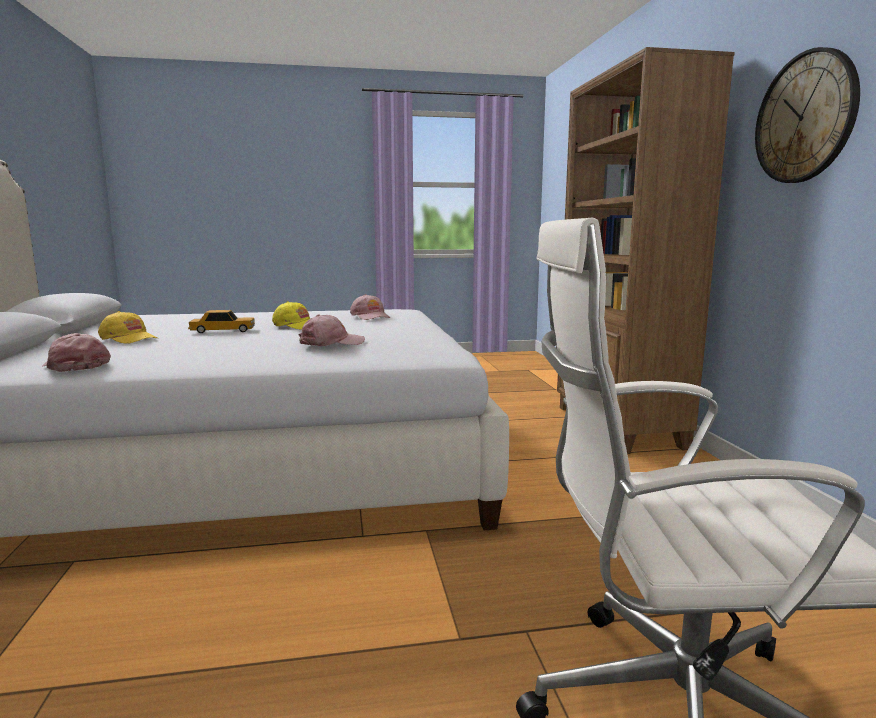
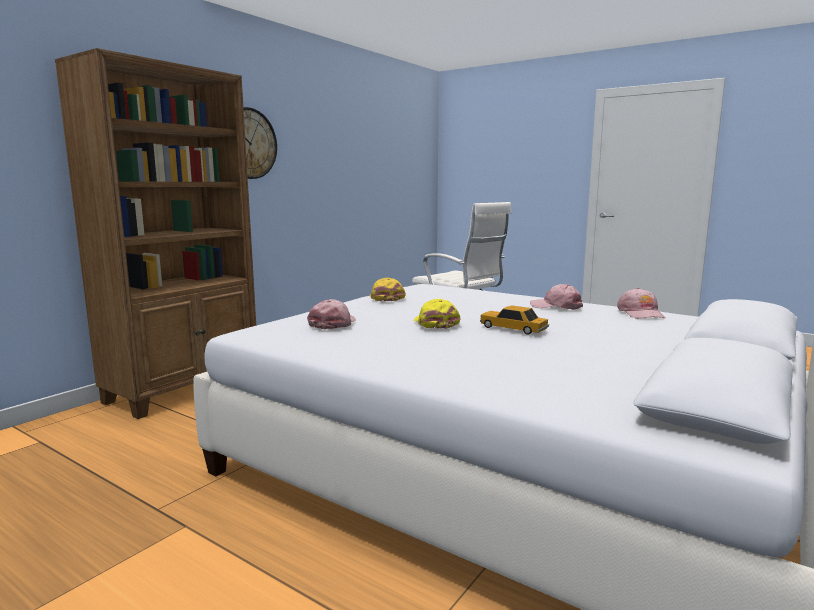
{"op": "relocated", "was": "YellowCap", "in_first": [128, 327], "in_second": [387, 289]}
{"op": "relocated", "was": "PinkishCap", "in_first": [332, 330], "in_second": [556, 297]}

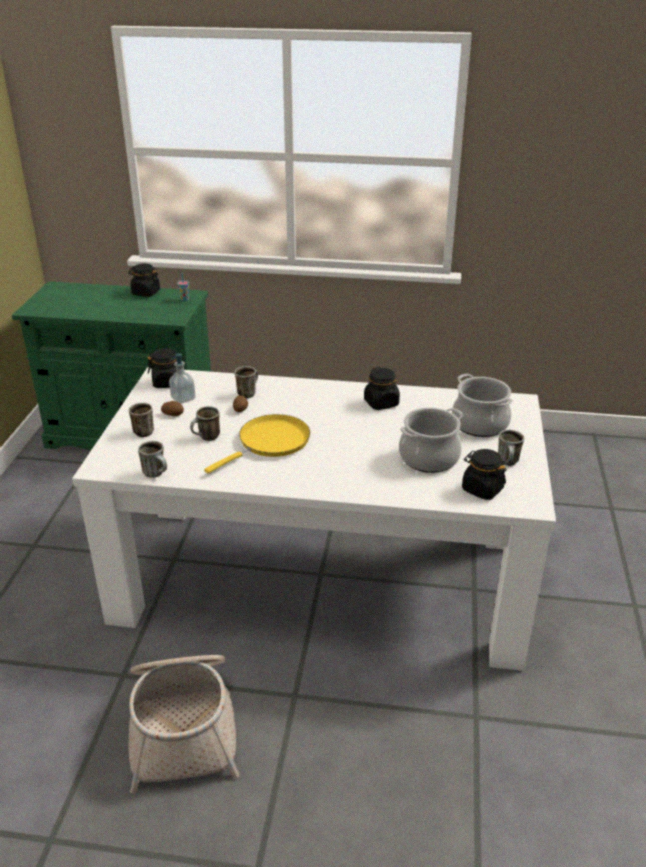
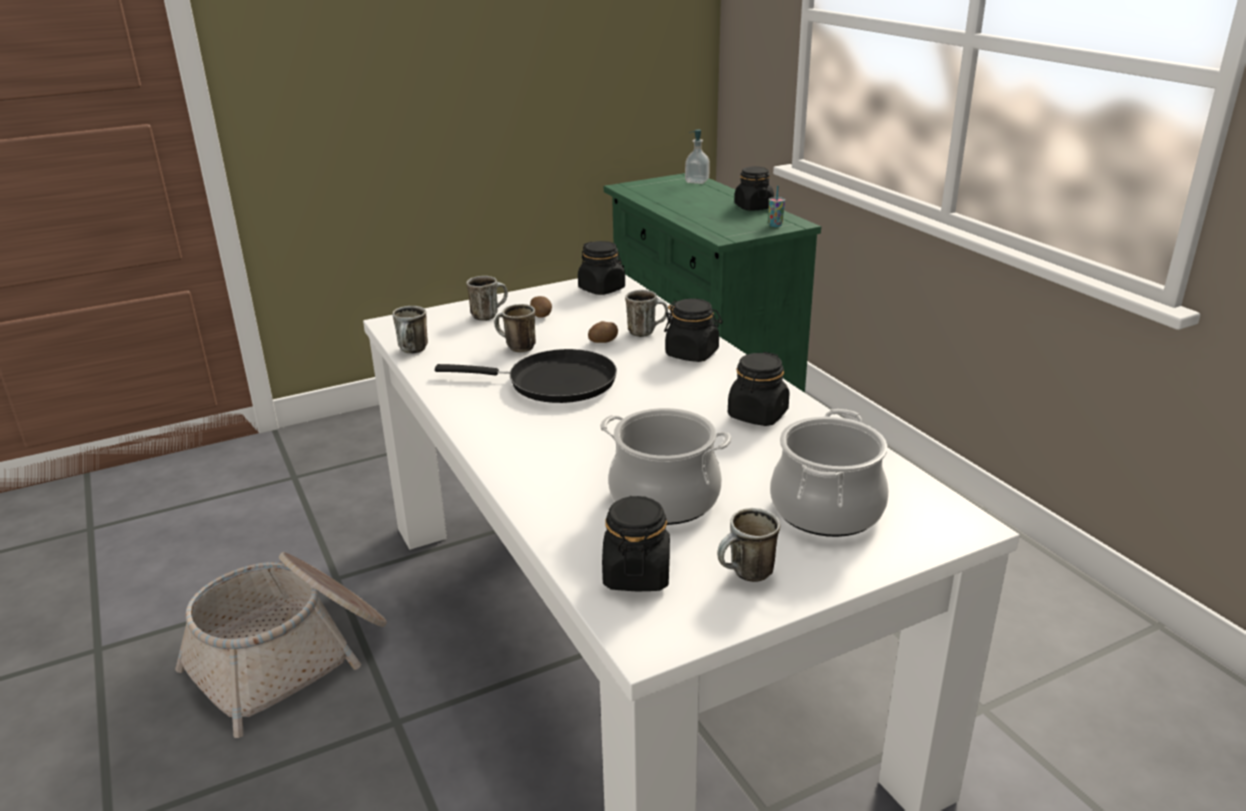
{"op": "relocated", "was": "SoapDispenser", "in_first": [182, 378], "in_second": [697, 157]}
{"op": "colour", "was": "YellowFryingPan", "now": "BlackColouredFryingPan", "in_first": [257, 444], "in_second": [526, 376]}
{"op": "appeared", "now": "BlackColouredStorageJar", "in_second": [693, 330]}

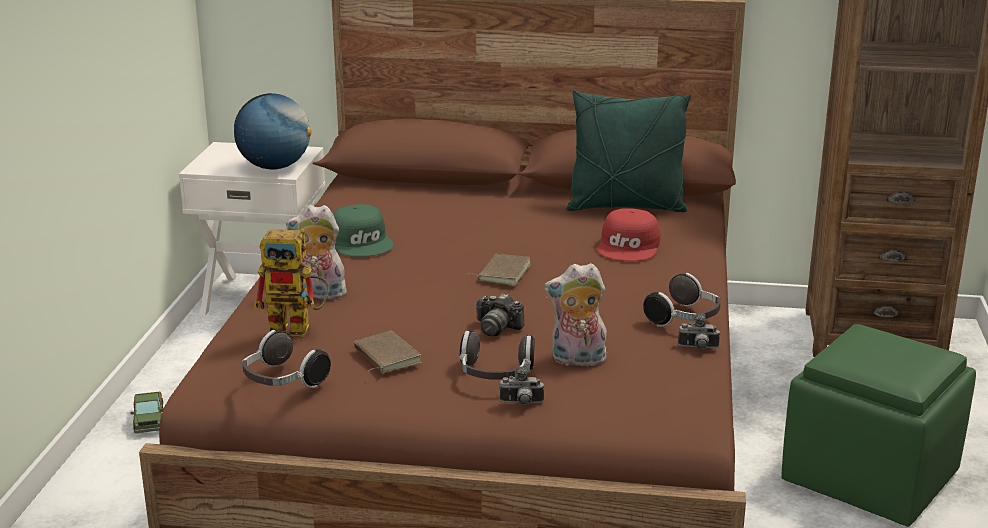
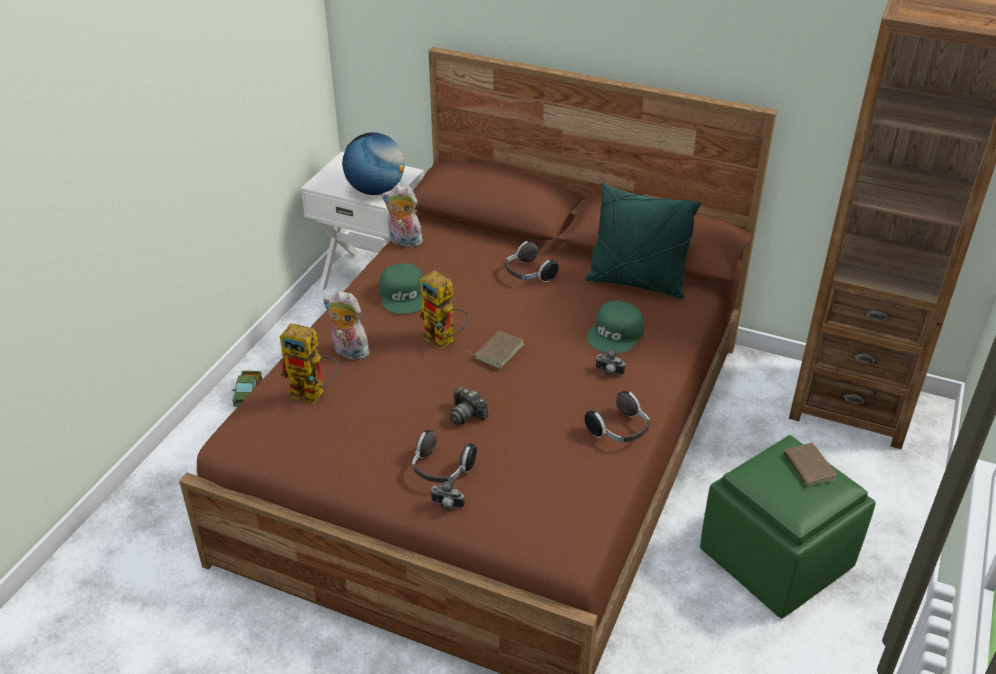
{"op": "relocated", "was": "PairOfHeadphones", "in_first": [286, 359], "in_second": [532, 261]}
{"op": "relocated", "was": "BrownBook", "in_first": [388, 352], "in_second": [810, 464]}
{"op": "relocated", "was": "CuddlyToy", "in_first": [575, 314], "in_second": [402, 216]}
{"op": "colour", "was": "ReddishCap", "now": "GreenishCap", "in_first": [629, 234], "in_second": [615, 327]}
{"op": "relocated", "was": "StillCamera", "in_first": [699, 331], "in_second": [610, 362]}
{"op": "appeared", "now": "ToyRobot", "in_second": [444, 309]}

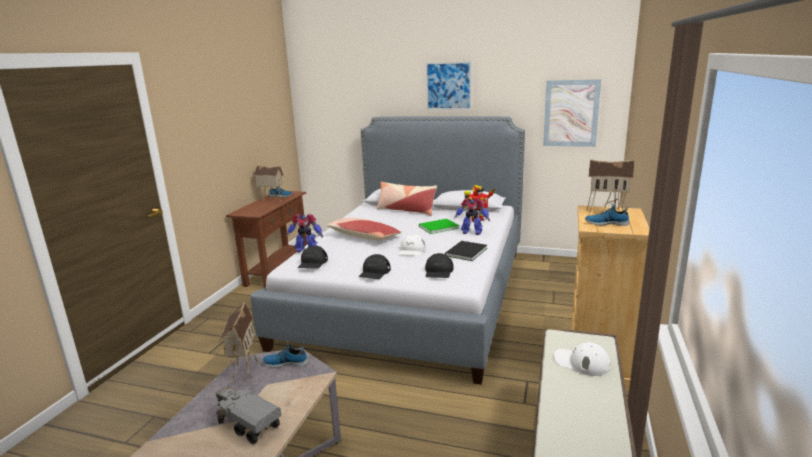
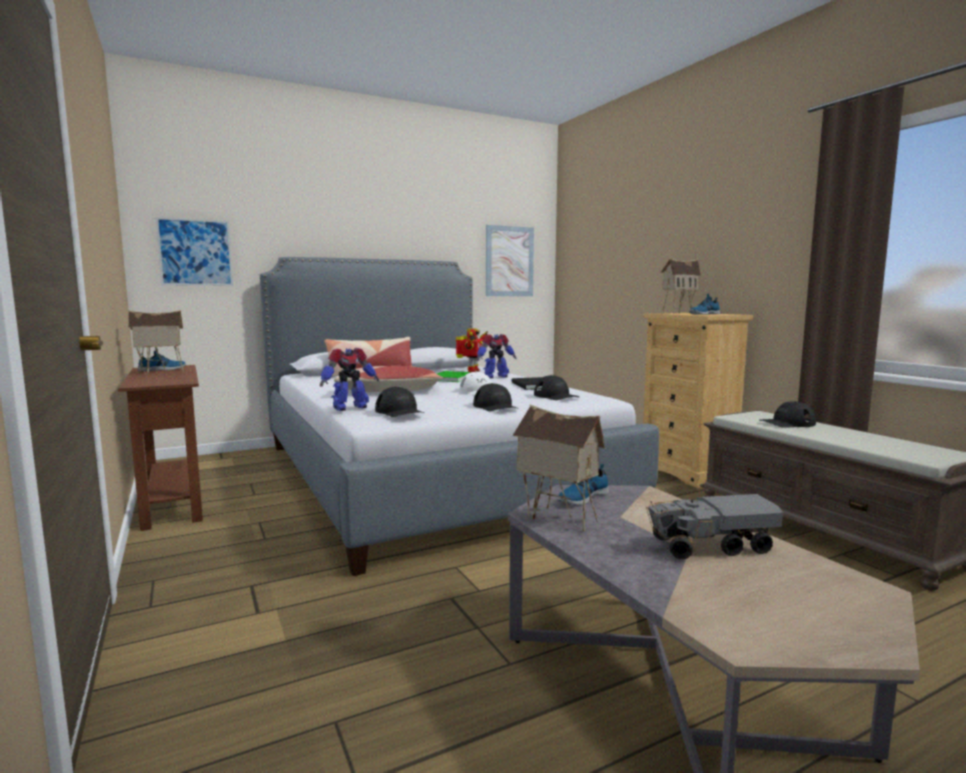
{"op": "relocated", "was": "WallArt", "in_first": [449, 85], "in_second": [194, 251]}
{"op": "colour", "was": "WhiteColouredCap", "now": "BlackColouredCap", "in_first": [582, 359], "in_second": [788, 414]}

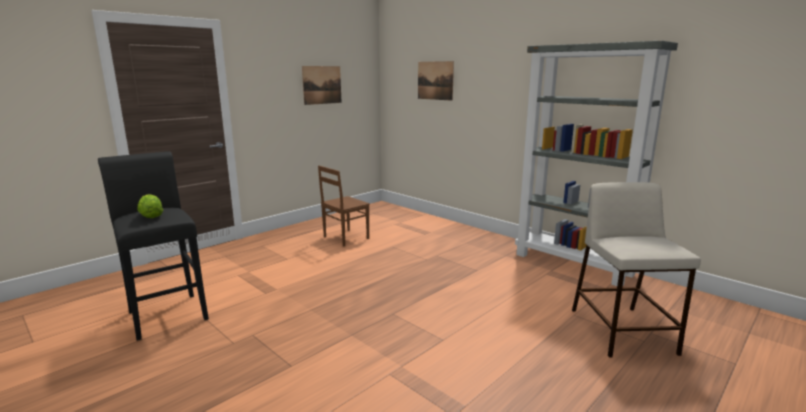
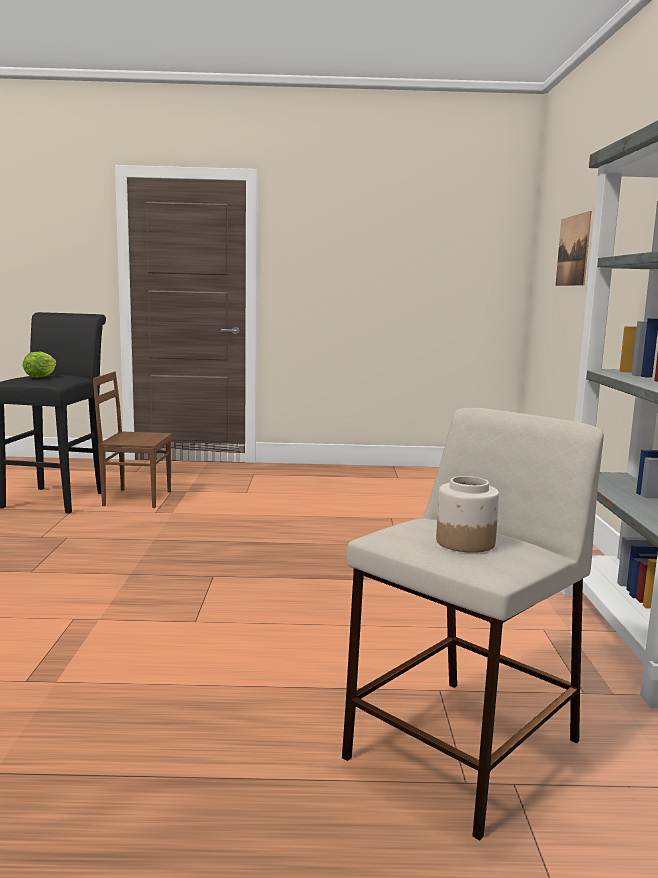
{"op": "missing", "was": "WallArt", "in_first": [322, 85]}
{"op": "relocated", "was": "BrownPlainChair", "in_first": [344, 206], "in_second": [132, 439]}
{"op": "appeared", "now": "StorageJar", "in_second": [467, 514]}

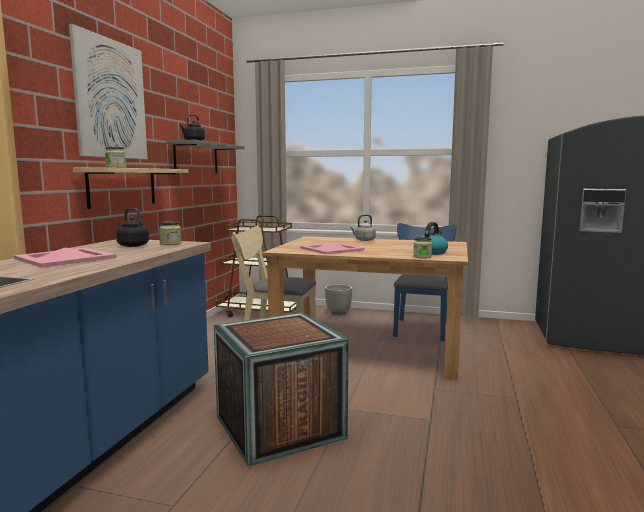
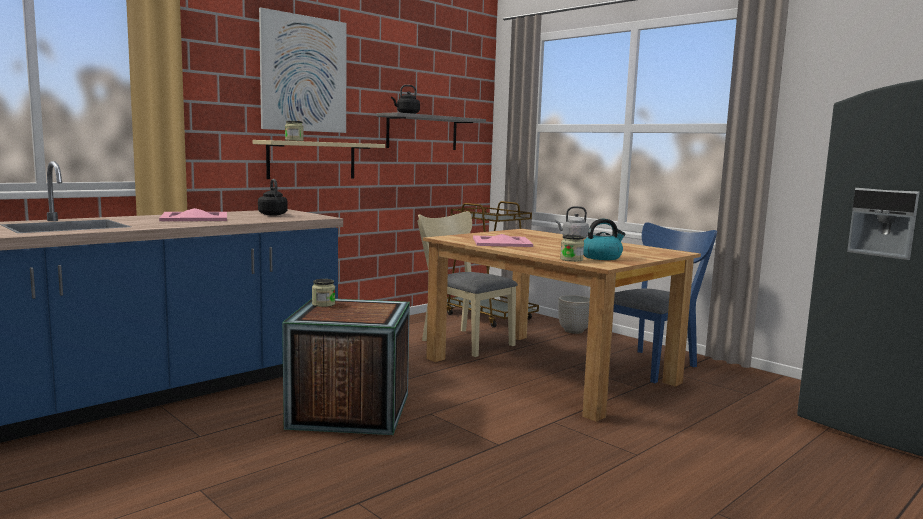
{"op": "relocated", "was": "StorageJar", "in_first": [170, 233], "in_second": [323, 293]}

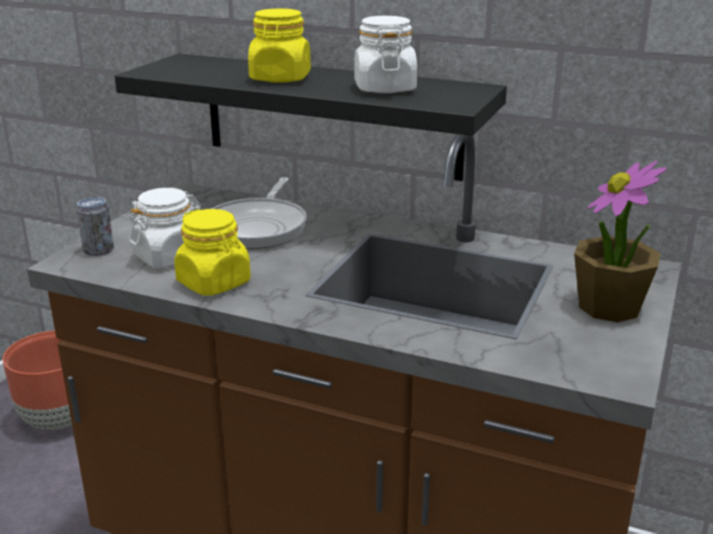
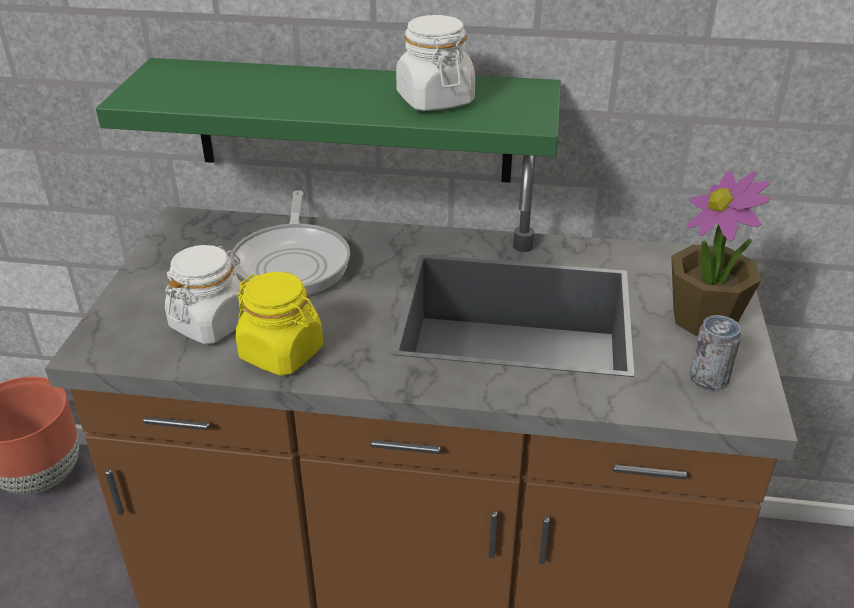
{"op": "relocated", "was": "Can", "in_first": [95, 226], "in_second": [715, 352]}
{"op": "colour", "was": "BlackColouredWallShelf", "now": "GreenishWallShelf", "in_first": [311, 117], "in_second": [328, 120]}
{"op": "missing", "was": "YellowStorageJar", "in_first": [279, 45]}

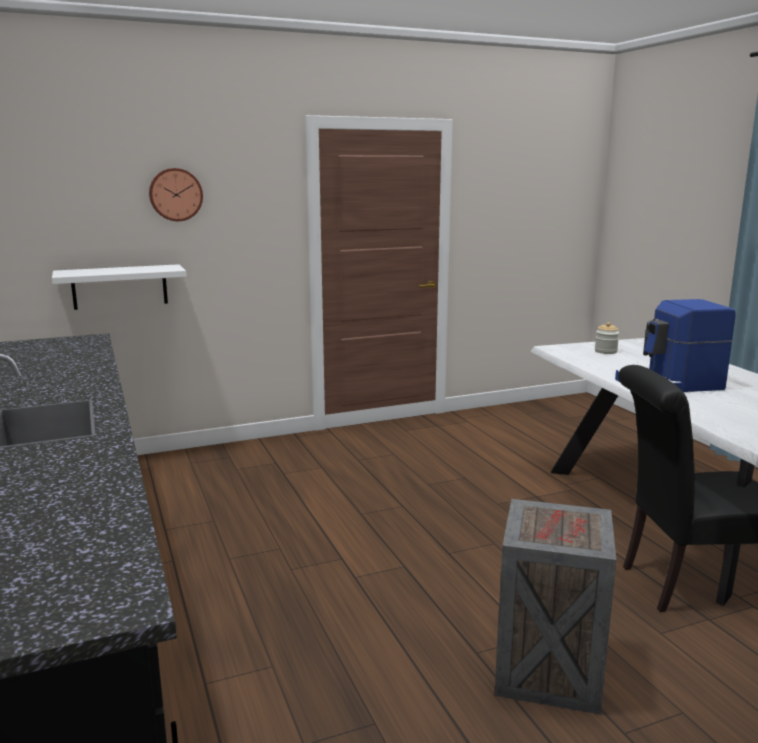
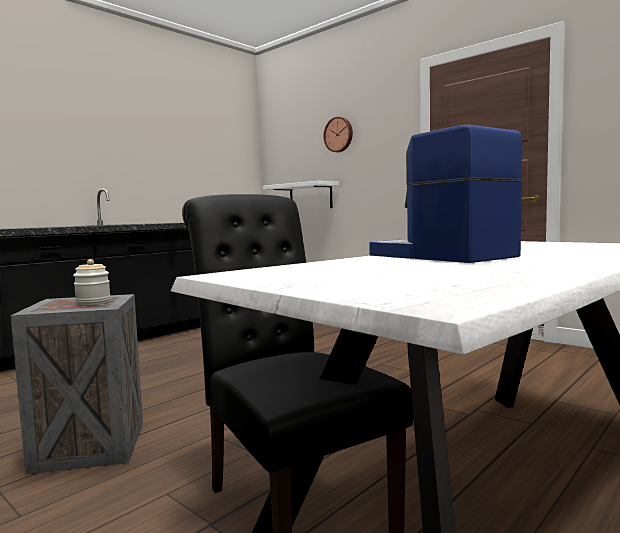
{"op": "relocated", "was": "StorageJar", "in_first": [607, 338], "in_second": [92, 282]}

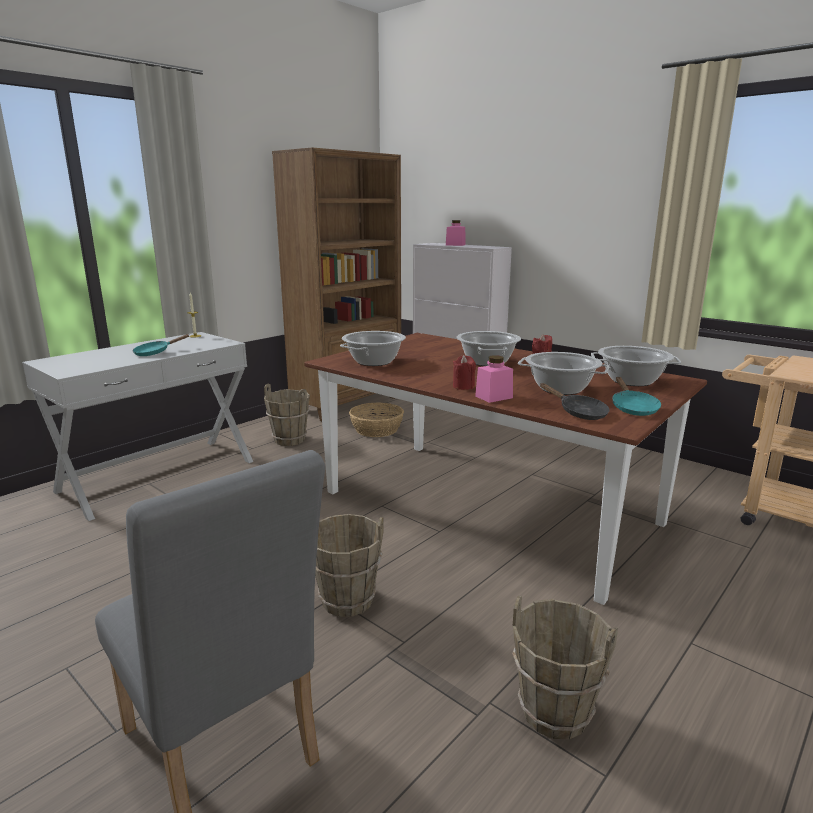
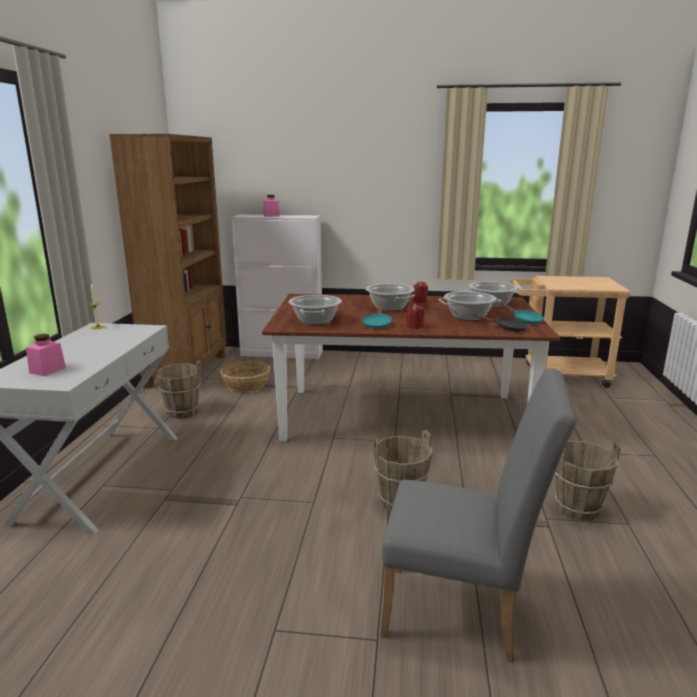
{"op": "relocated", "was": "TurquoiseFryingPan", "in_first": [161, 345], "in_second": [376, 317]}
{"op": "relocated", "was": "PinkishStorageJar", "in_first": [494, 379], "in_second": [46, 355]}

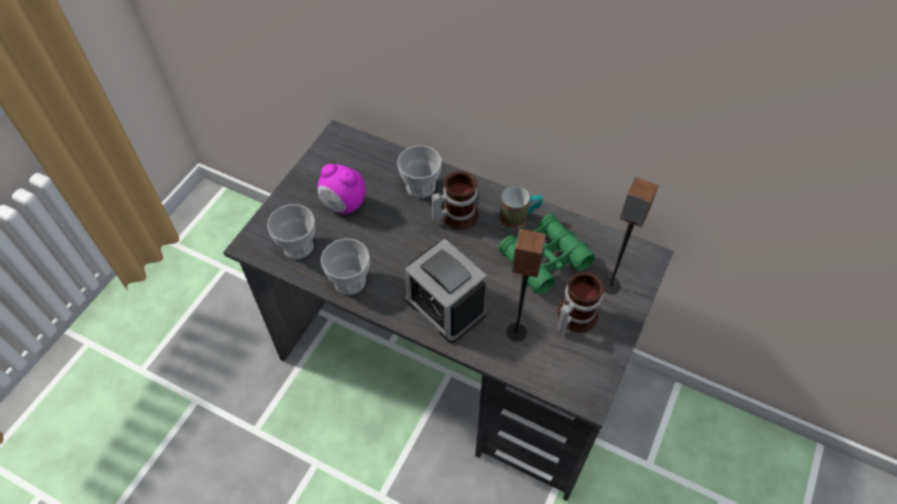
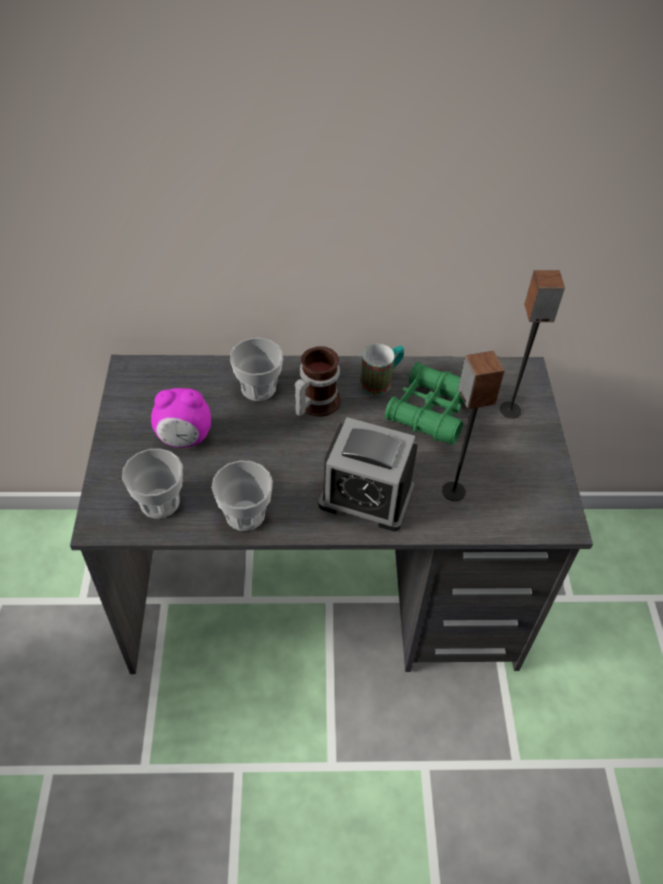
{"op": "missing", "was": "TeaMug", "in_first": [580, 302]}

